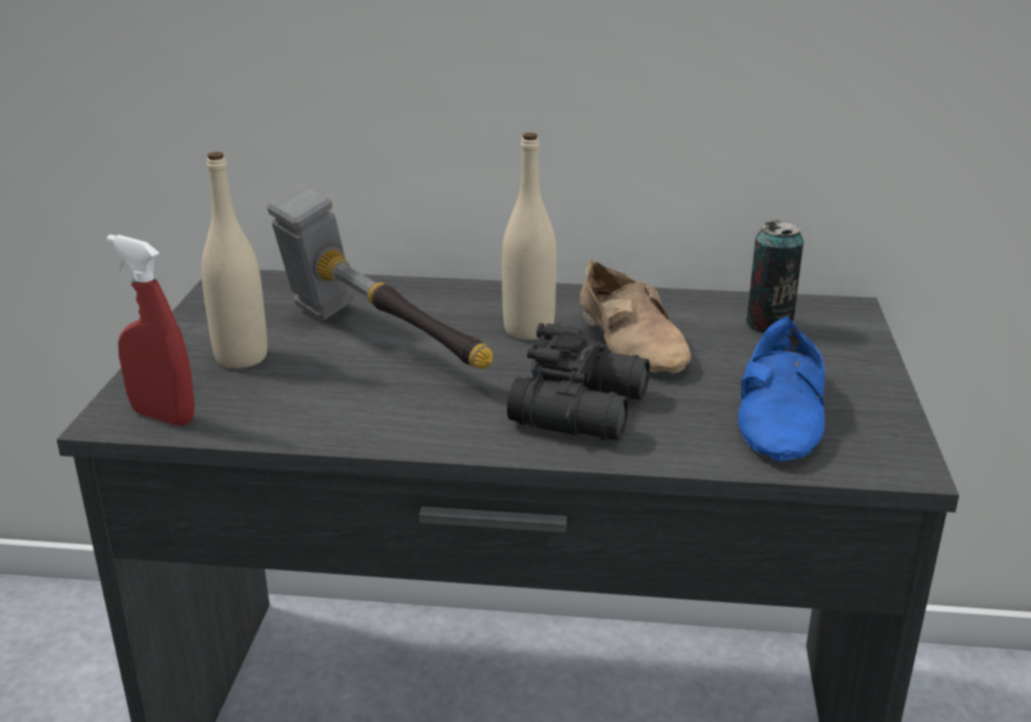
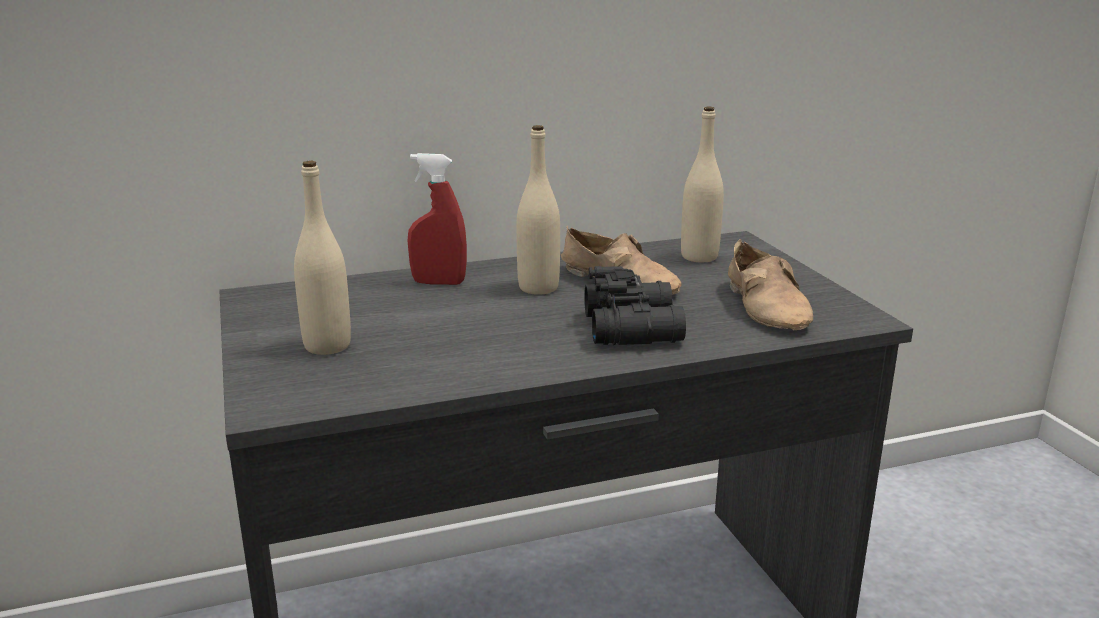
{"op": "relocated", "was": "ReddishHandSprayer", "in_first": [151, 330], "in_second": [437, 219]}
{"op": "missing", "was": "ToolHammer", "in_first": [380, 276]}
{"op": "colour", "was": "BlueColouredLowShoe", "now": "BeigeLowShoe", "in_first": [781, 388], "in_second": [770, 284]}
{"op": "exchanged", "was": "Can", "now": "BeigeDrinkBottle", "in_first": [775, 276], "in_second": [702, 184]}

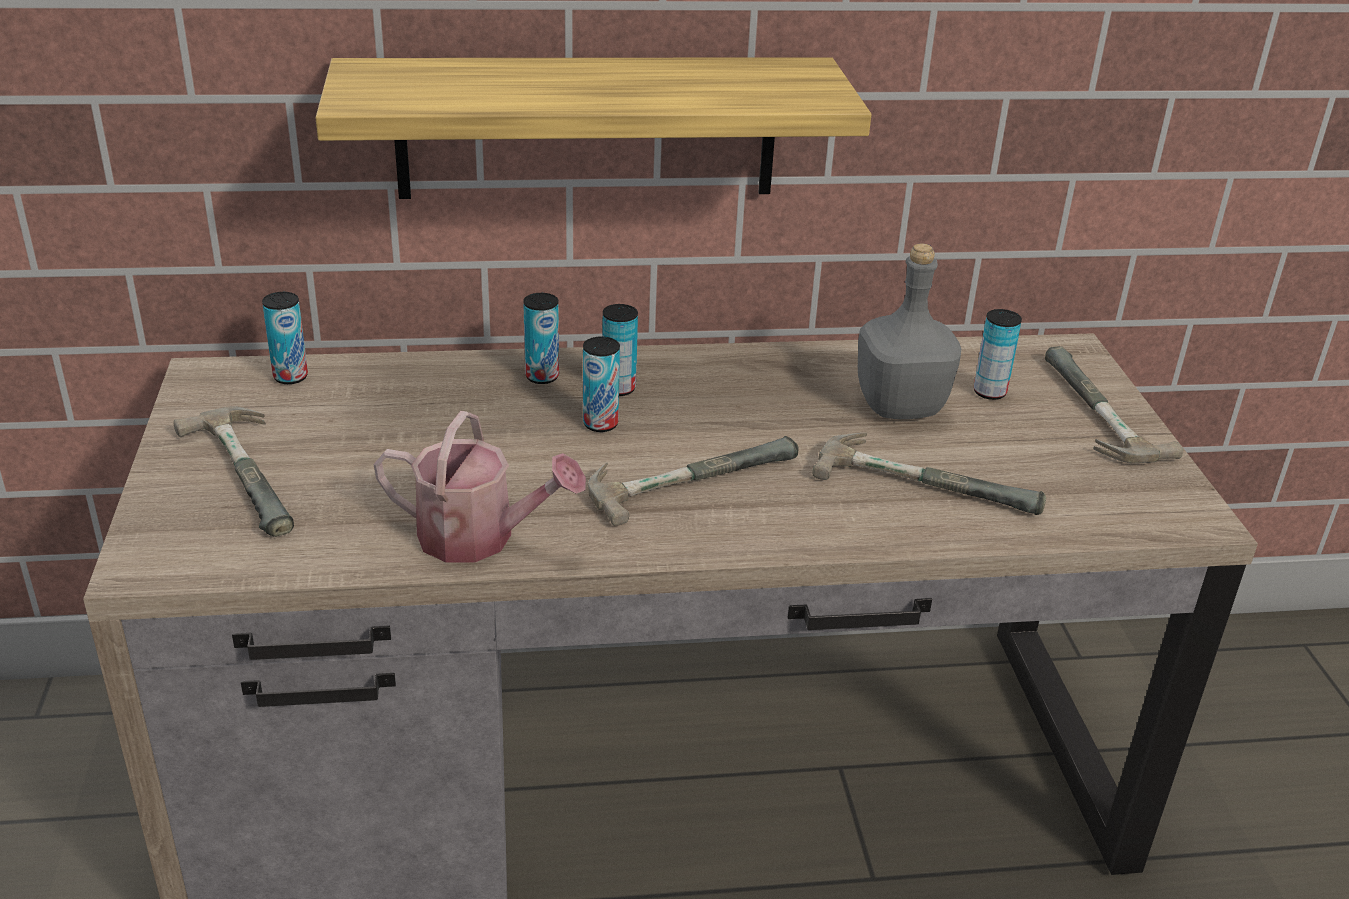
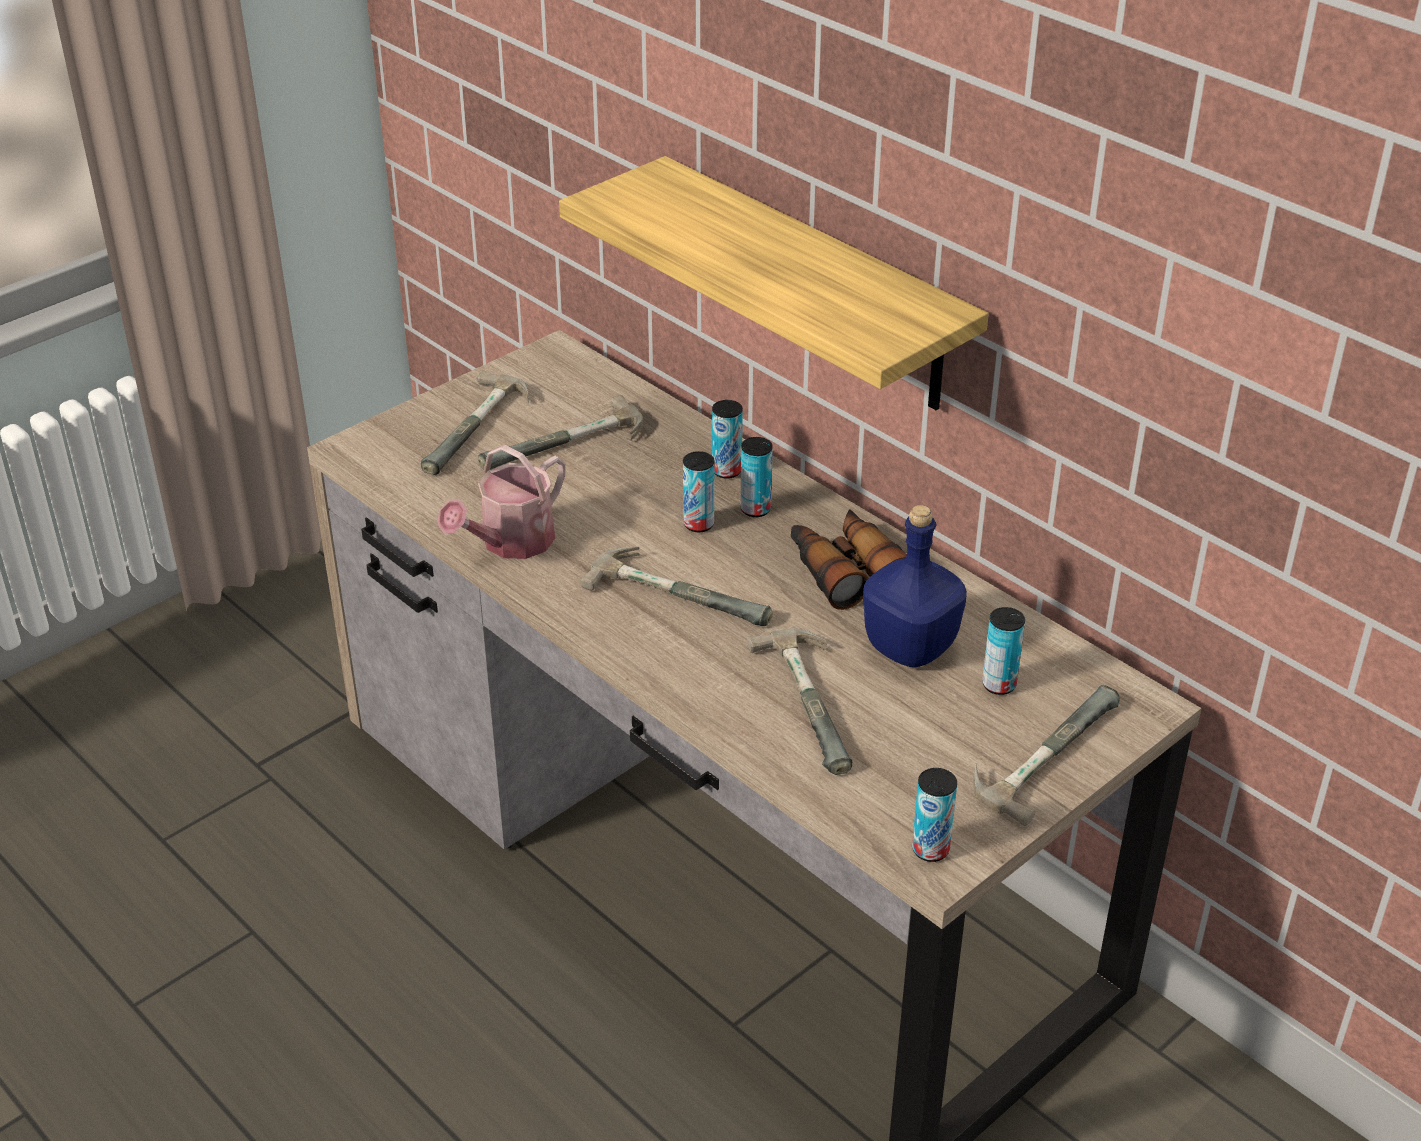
{"op": "relocated", "was": "Can", "in_first": [285, 338], "in_second": [934, 815]}
{"op": "spun", "was": "SprinklingCan", "in_first": [479, 487], "in_second": [502, 502], "clockwise": 60}
{"op": "colour", "was": "GreyDrinkBottle", "now": "BlueColouredDrinkBottle", "in_first": [909, 331], "in_second": [915, 586]}
{"op": "appeared", "now": "ToolHammer", "in_second": [560, 432]}
{"op": "appeared", "now": "FieldGlasses", "in_second": [849, 559]}

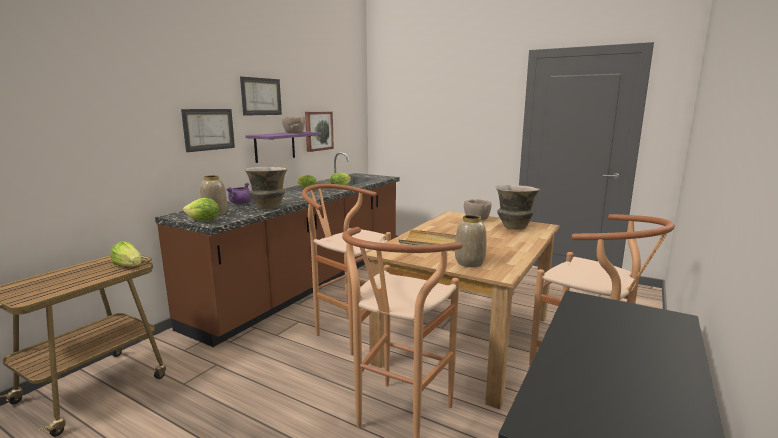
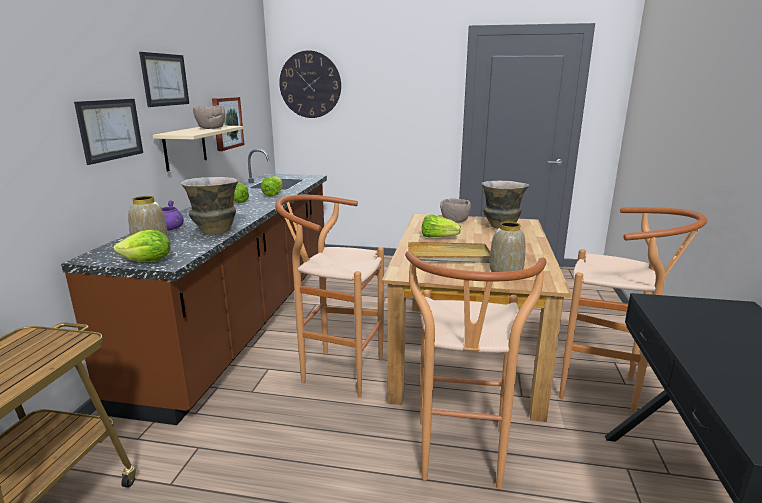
{"op": "relocated", "was": "LettuceHead", "in_first": [126, 254], "in_second": [441, 226]}
{"op": "colour", "was": "PurpleWallShelf", "now": "BeigeWallShelf", "in_first": [283, 147], "in_second": [198, 148]}
{"op": "appeared", "now": "ClockOnTheWall", "in_second": [310, 84]}

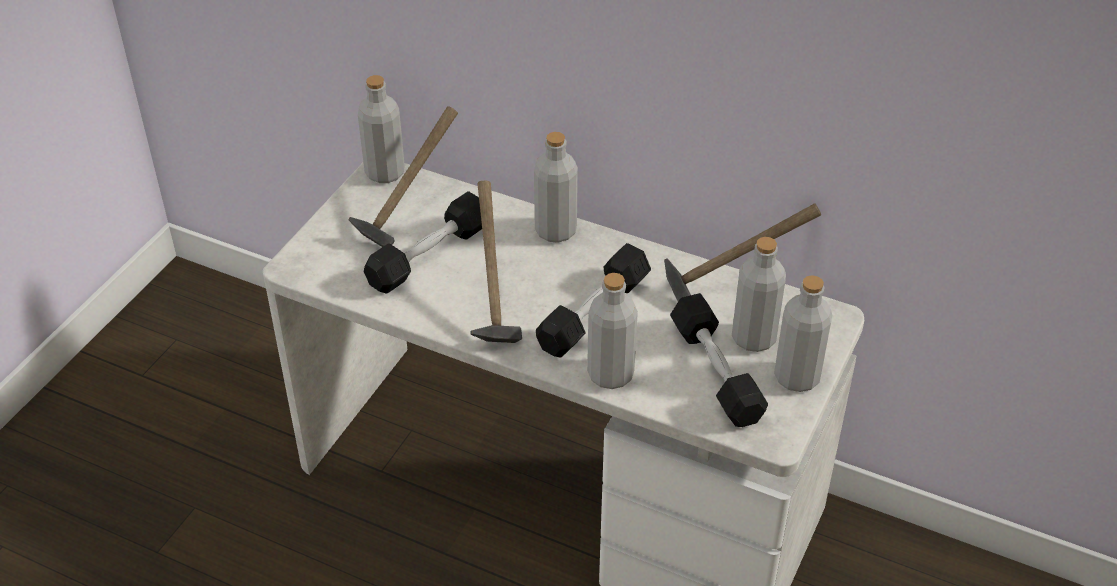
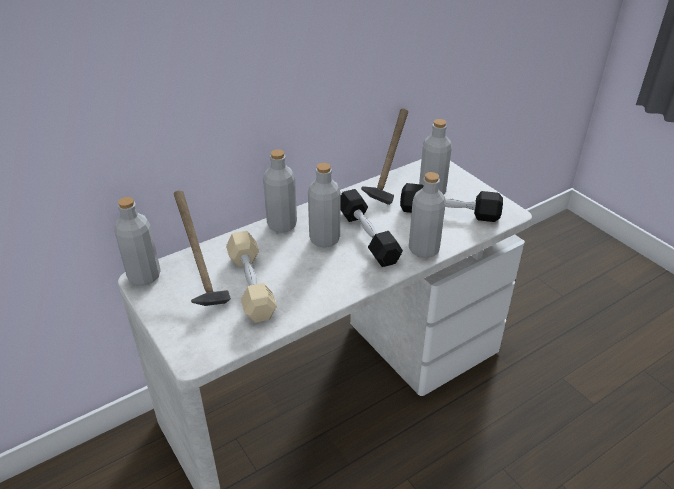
{"op": "colour", "was": "BlackColouredHandWeight", "now": "BeigeHandWeight", "in_first": [423, 242], "in_second": [251, 276]}
{"op": "missing", "was": "ToolHammer", "in_first": [496, 262]}
{"op": "relocated", "was": "GreyDrinkBottle", "in_first": [803, 333], "in_second": [324, 205]}

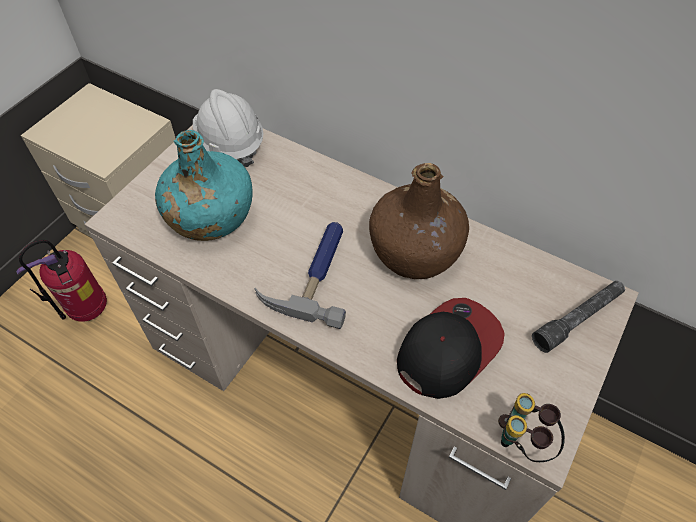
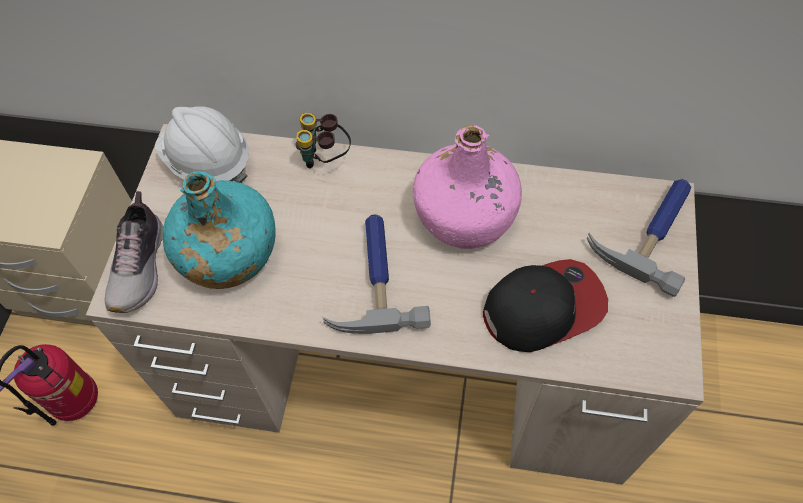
{"op": "colour", "was": "BrownDrinkBottle", "now": "PinkishDrinkBottle", "in_first": [419, 221], "in_second": [467, 187]}
{"op": "spun", "was": "Cap", "in_first": [451, 348], "in_second": [545, 305], "clockwise": 45}
{"op": "relocated", "was": "FieldGlasses", "in_first": [531, 427], "in_second": [323, 140]}
{"op": "exchanged", "was": "GreyFlashlight", "now": "ToolHammer", "in_first": [578, 317], "in_second": [639, 238]}
{"op": "appeared", "now": "LowShoe", "in_second": [134, 252]}

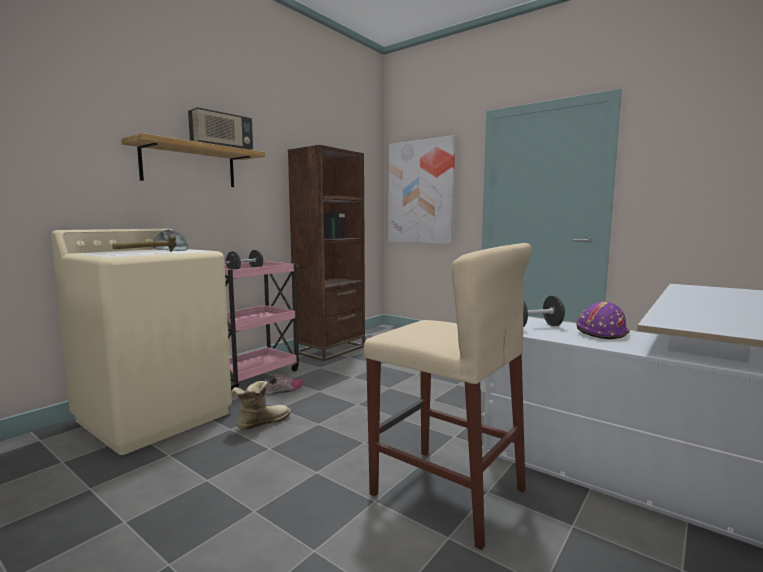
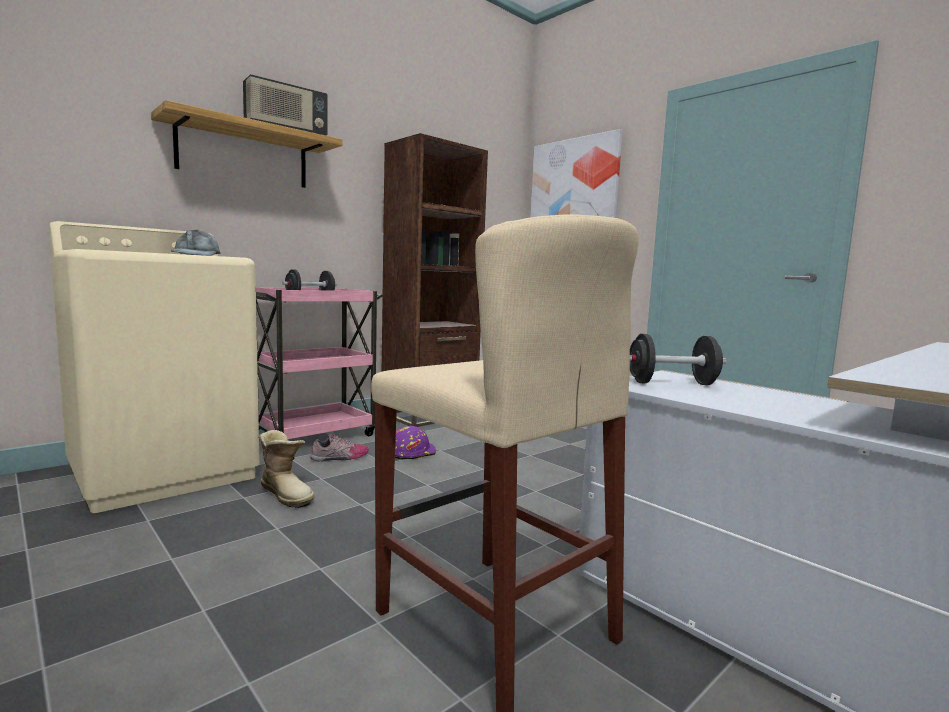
{"op": "missing", "was": "ToolHammer", "in_first": [144, 243]}
{"op": "spun", "was": "Boot", "in_first": [261, 405], "in_second": [286, 469], "clockwise": 75}
{"op": "relocated", "was": "PurpleSafetyHelmet", "in_first": [603, 320], "in_second": [415, 443]}

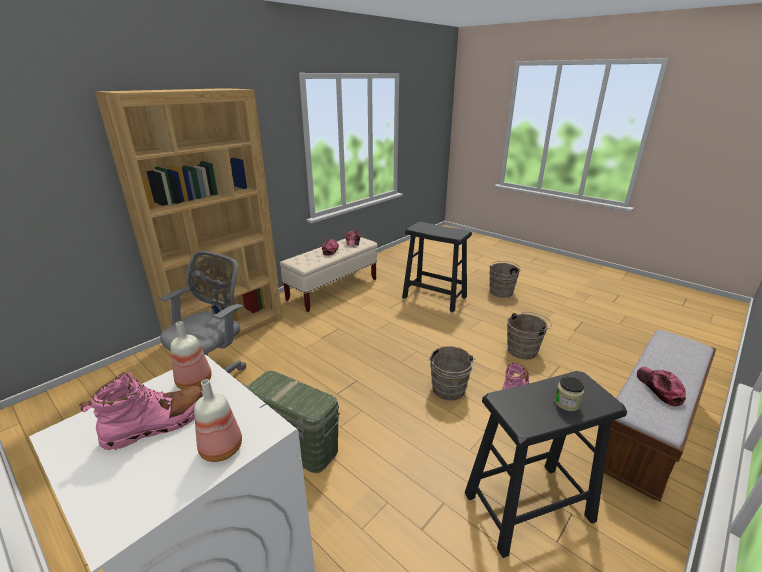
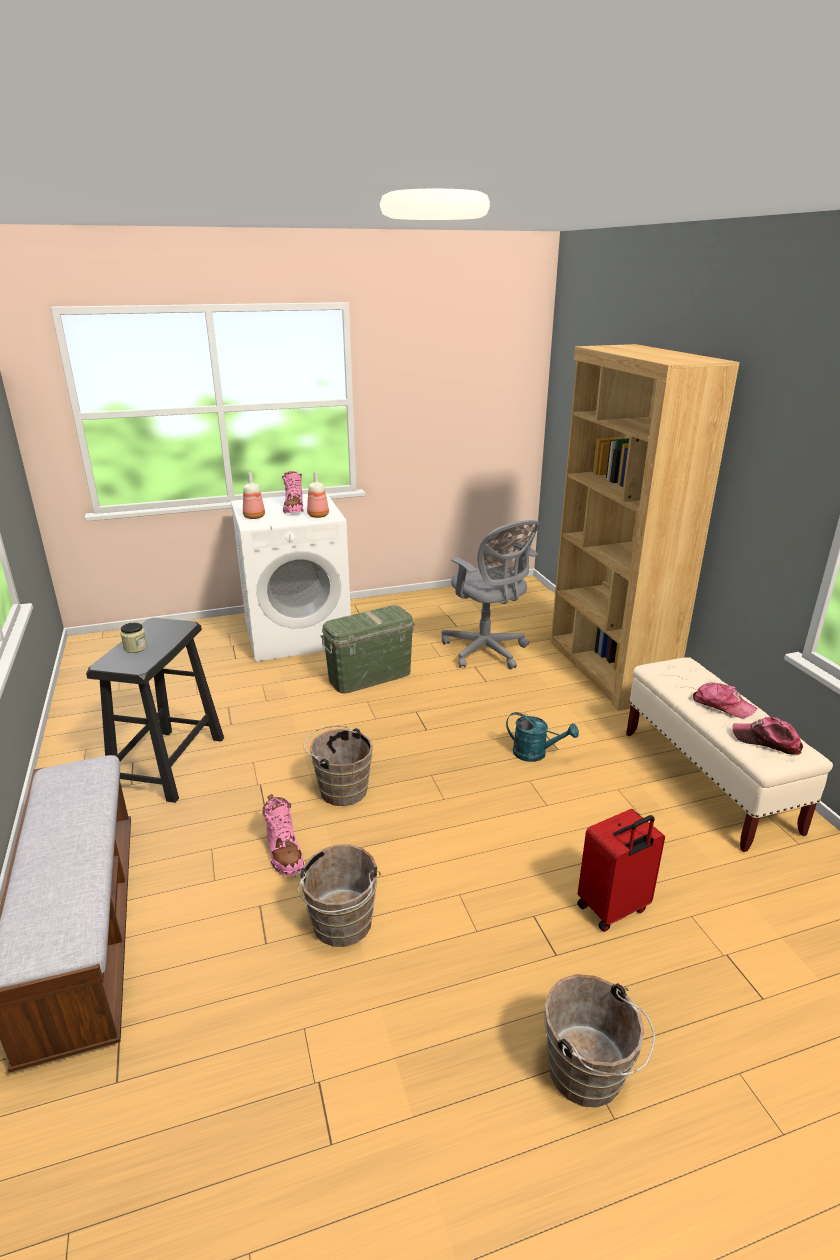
{"op": "exchanged", "was": "BlackColouredStool", "now": "ReddishPieceOfLuggage", "in_first": [437, 267], "in_second": [621, 870]}
{"op": "missing", "was": "Cap", "in_first": [661, 387]}
{"op": "appeared", "now": "TurquoiseSprinklingCan", "in_second": [542, 737]}

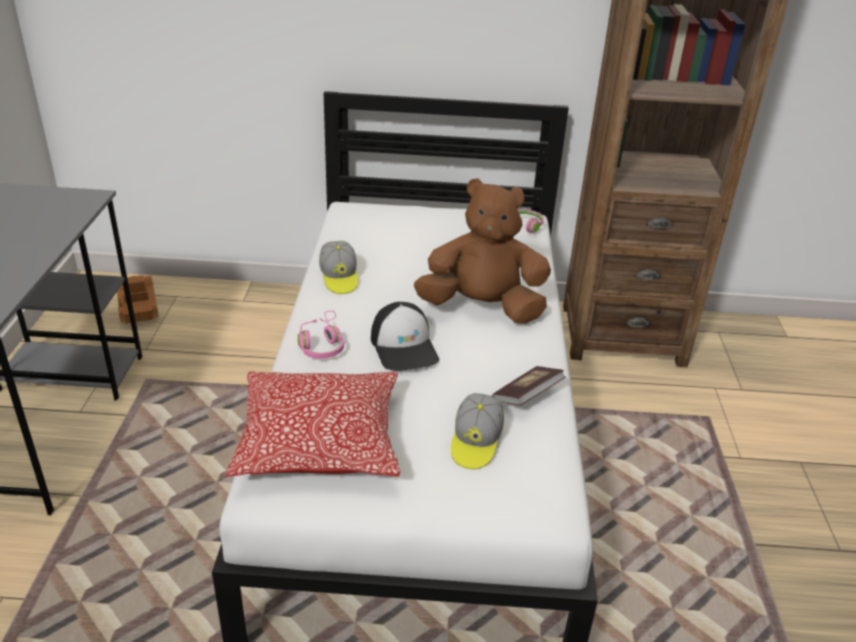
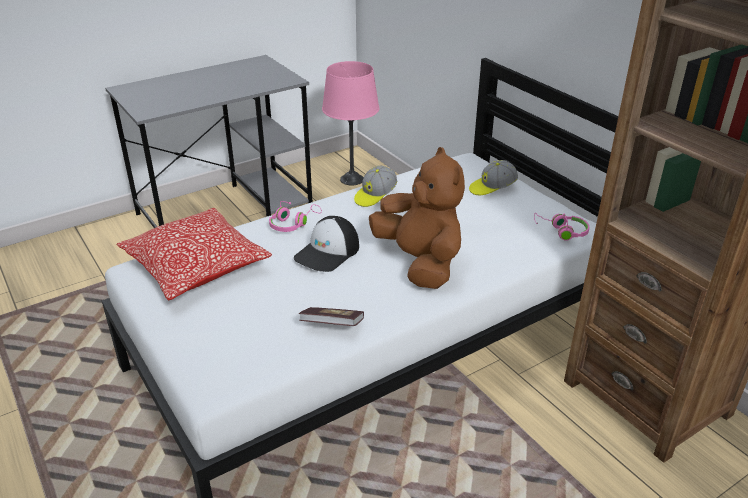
{"op": "exchanged", "was": "ToyTruck", "now": "PinkishTableLamp", "in_first": [138, 299], "in_second": [351, 123]}
{"op": "relocated", "was": "Cap", "in_first": [477, 431], "in_second": [493, 177]}

